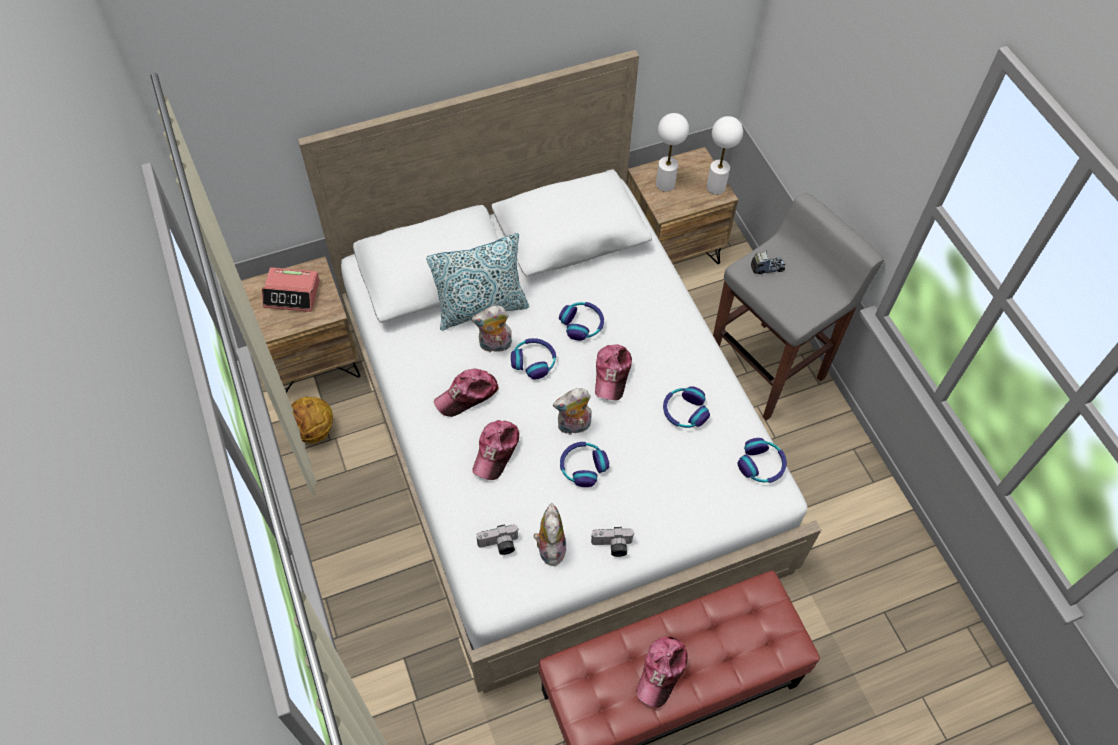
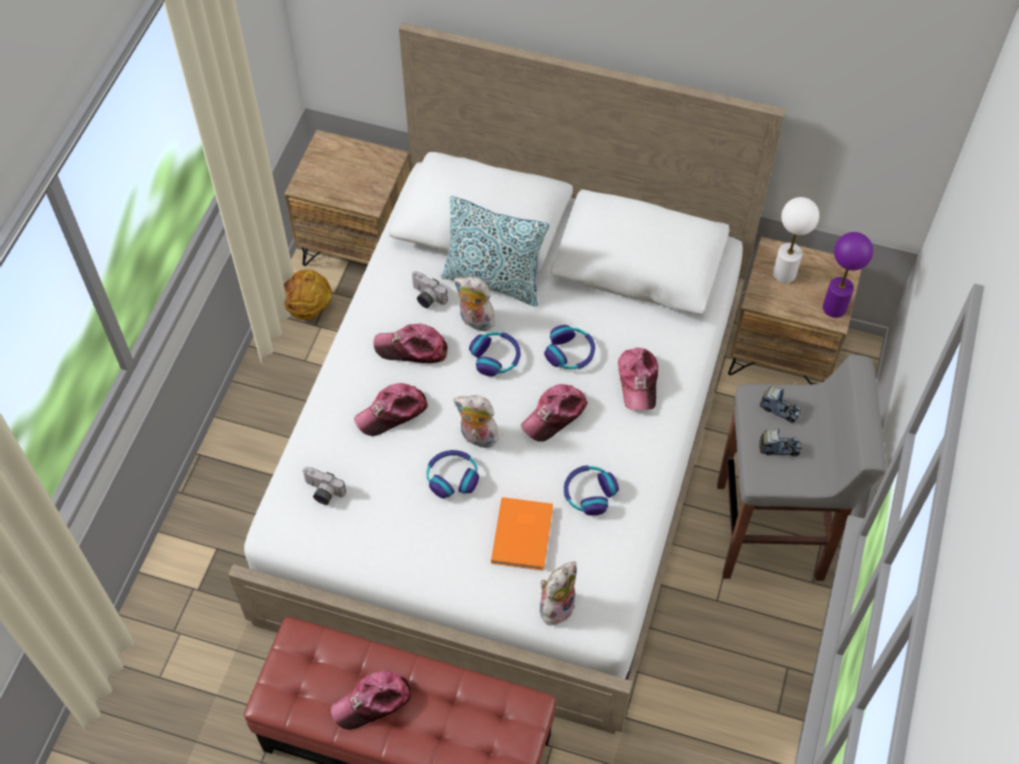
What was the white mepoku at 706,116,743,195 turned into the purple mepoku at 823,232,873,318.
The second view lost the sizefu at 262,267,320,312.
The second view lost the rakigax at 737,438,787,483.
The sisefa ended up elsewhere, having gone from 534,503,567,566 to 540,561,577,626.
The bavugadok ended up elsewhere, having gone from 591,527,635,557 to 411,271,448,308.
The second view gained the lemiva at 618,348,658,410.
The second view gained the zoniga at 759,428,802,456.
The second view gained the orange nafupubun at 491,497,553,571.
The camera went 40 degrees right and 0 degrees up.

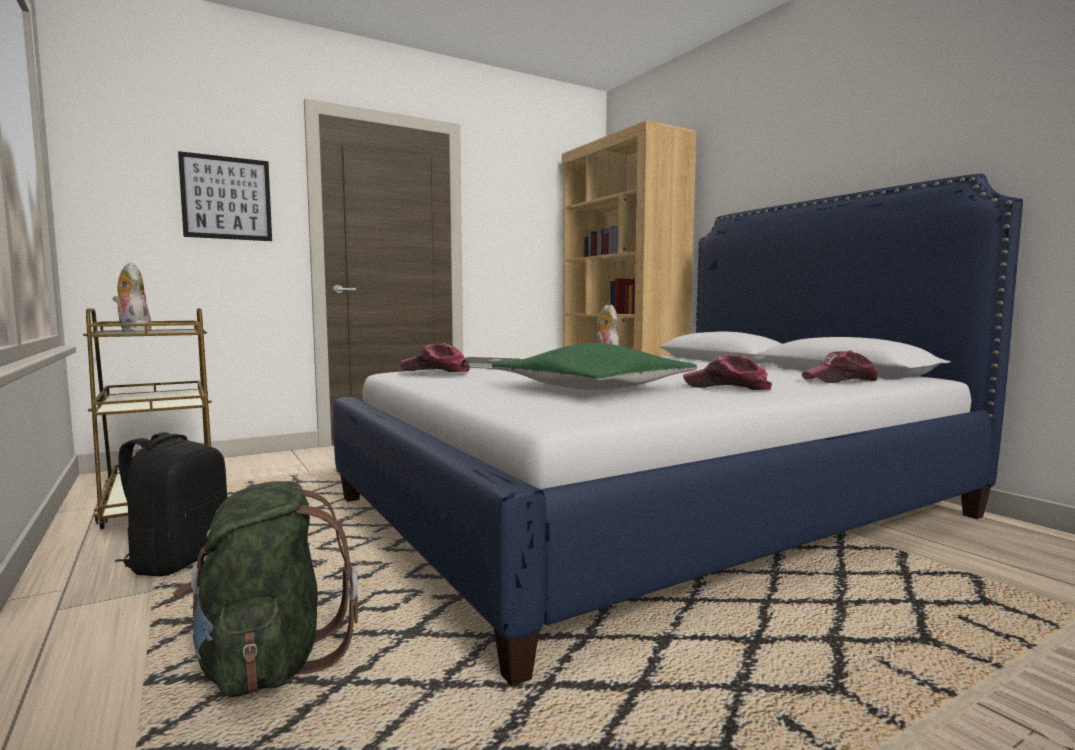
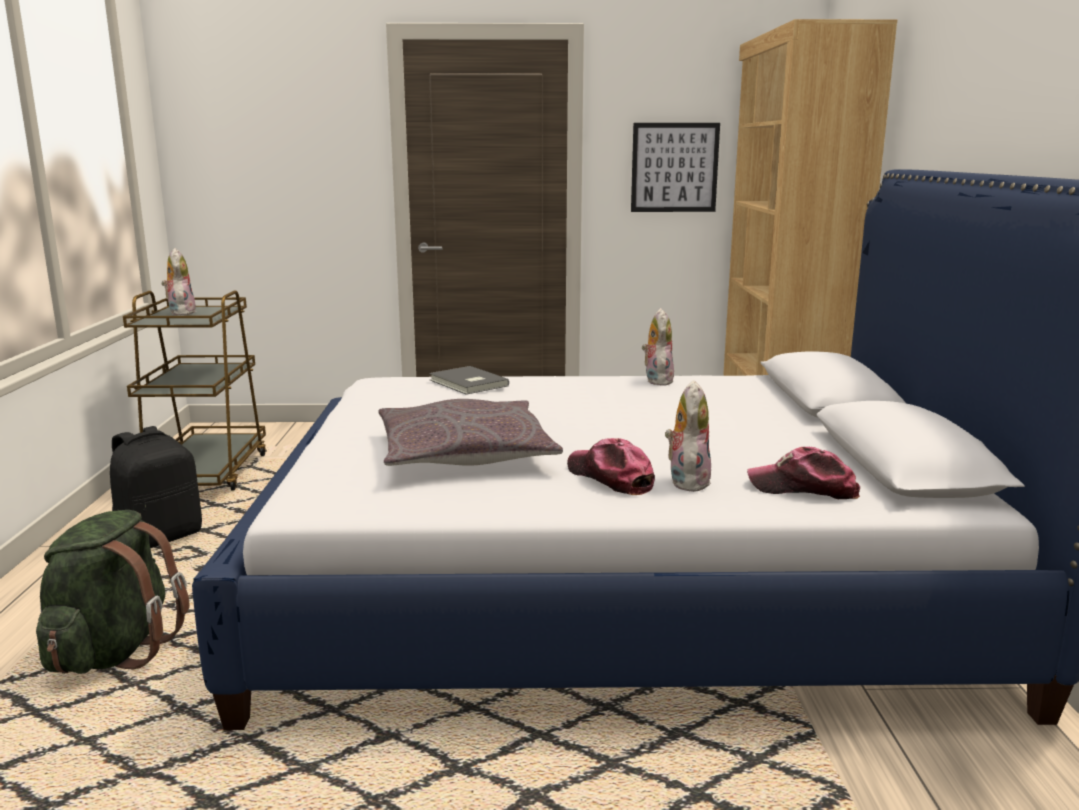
The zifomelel ended up elsewhere, having gone from 178,151,272,241 to 631,123,720,212.
The second view lost the lemiva at 400,343,470,372.
What was the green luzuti at 492,343,697,390 turned into the grey luzuti at 378,399,563,466.
The second view gained the sisefa at 665,380,711,492.
The camera went 30 degrees right and 10 degrees up.

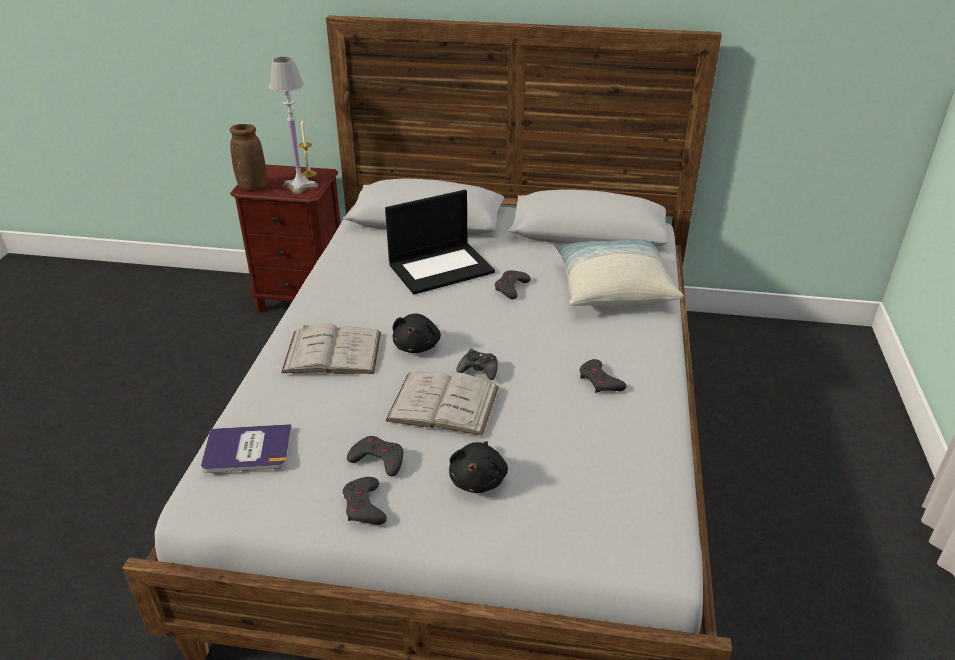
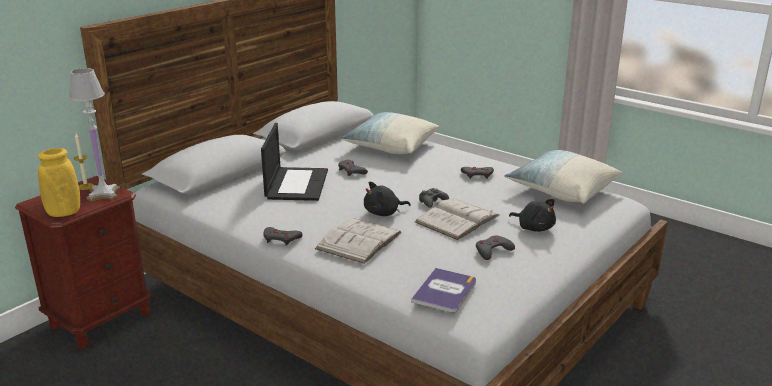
What was the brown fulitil at 230,124,267,191 turned into the yellow fulitil at 38,148,80,217.
The black sisefa at 393,313,441,353 ended up facing another way, 120 degrees clockwise from before.
The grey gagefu ended up elsewhere, having gone from 343,477,387,525 to 263,227,303,246.
The second view gained the luzuti at 504,150,622,203.
The camera went 60 degrees left and 10 degrees down.

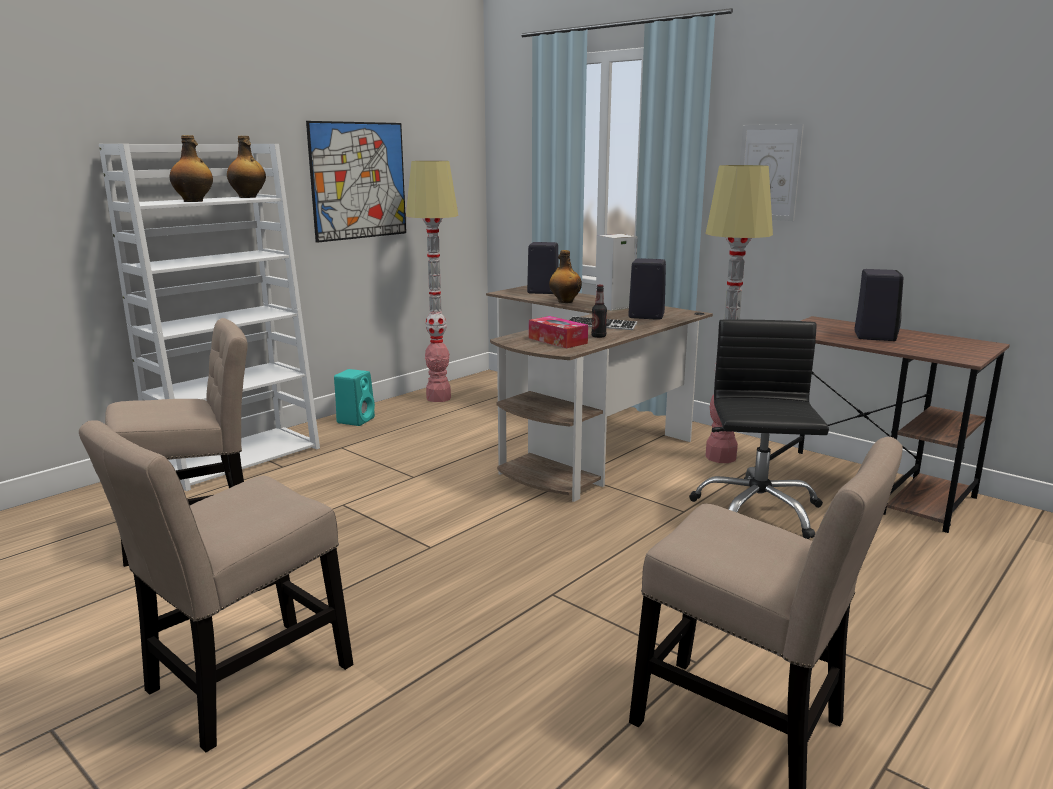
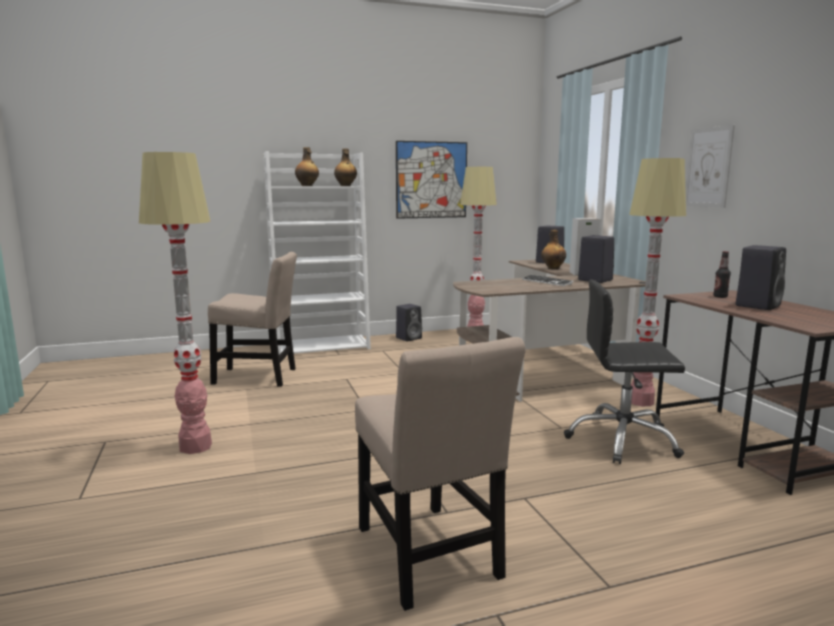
The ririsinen ended up elsewhere, having gone from 591,285,607,338 to 713,251,731,298.
The second view lost the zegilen at 529,316,588,348.
The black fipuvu at 689,319,829,539 ended up facing another way, 120 degrees counterclockwise from before.
What was the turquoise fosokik at 334,369,375,426 turned into the black fosokik at 396,304,422,341.
Where the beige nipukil stood at 79,420,353,752, the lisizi came to stand at 139,152,212,454.
The camera went 30 degrees right and 5 degrees down.

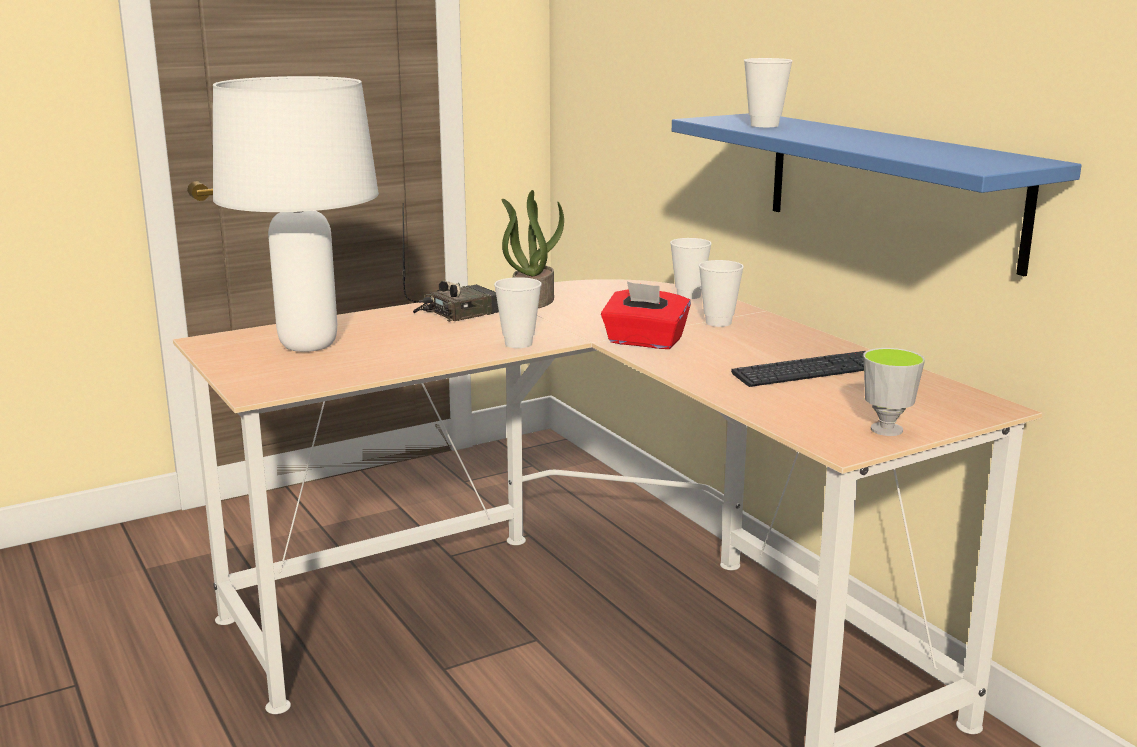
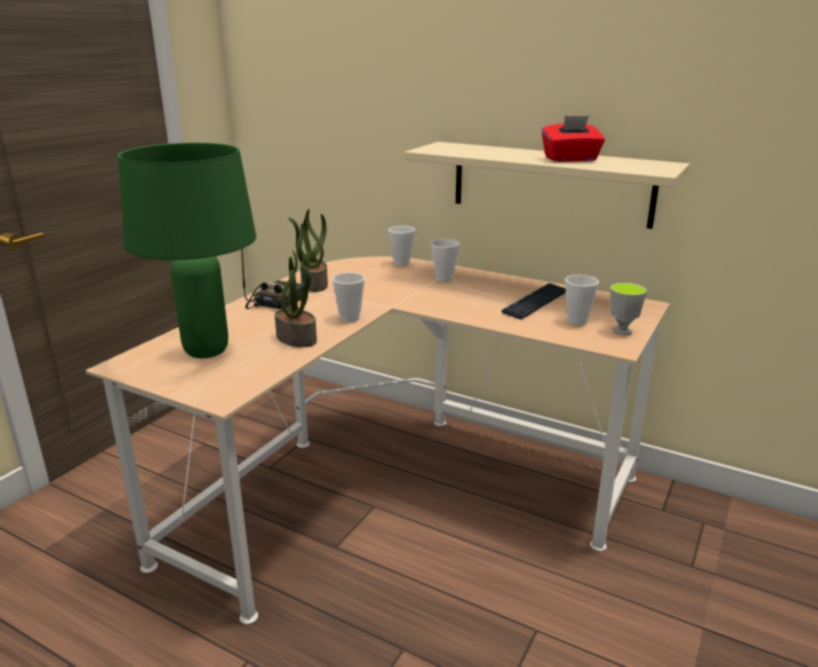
The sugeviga ended up elsewhere, having gone from 744,58,793,127 to 565,275,599,325.
What was the white mepoku at 213,76,379,352 turned into the green mepoku at 118,143,256,358.
What was the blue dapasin at 672,113,1082,276 turned into the beige dapasin at 405,142,690,229.
The red zegilen ended up elsewhere, having gone from 601,282,691,349 to 542,116,605,162.
The second view gained the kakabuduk at 275,250,317,347.
The camera went 30 degrees left and 5 degrees up.

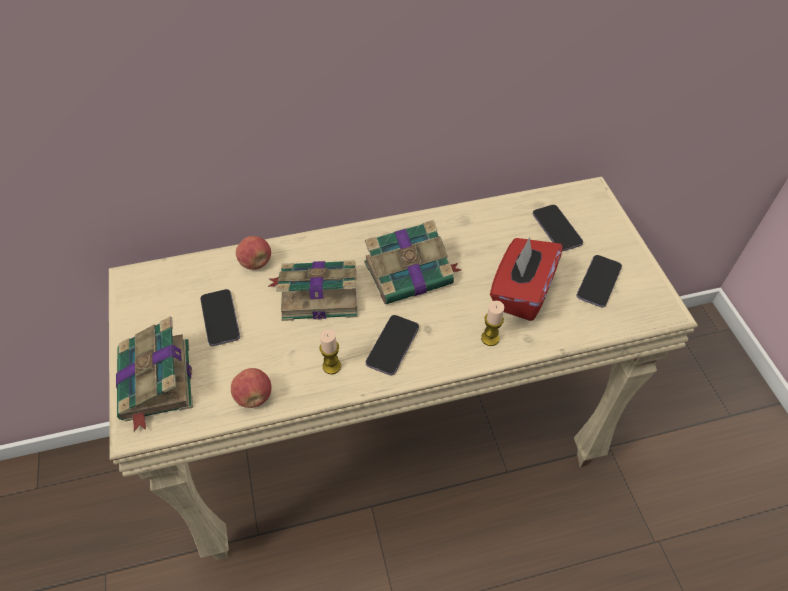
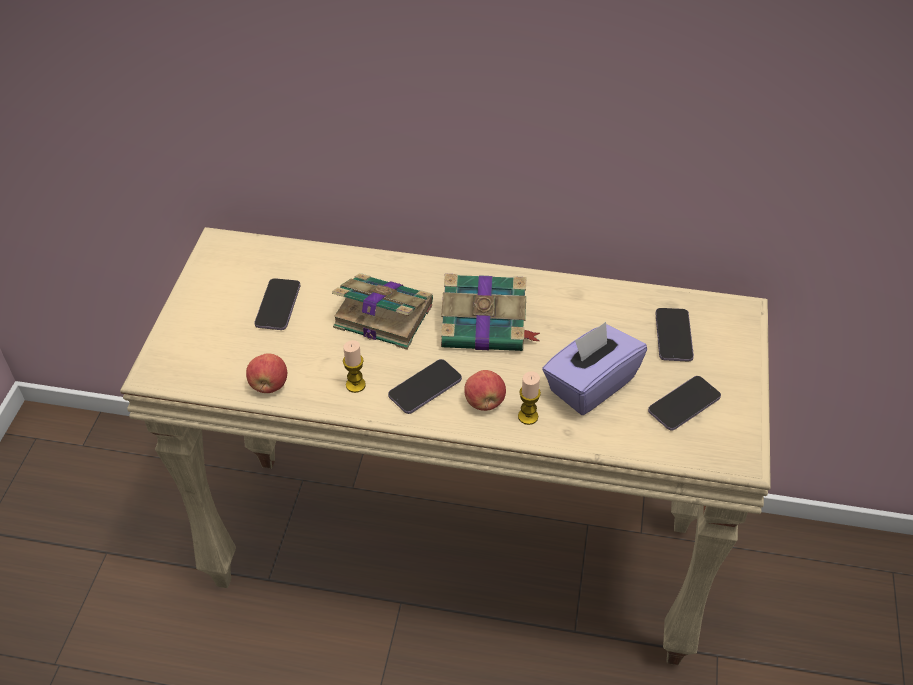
The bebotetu ended up elsewhere, having gone from 236,236,271,270 to 464,370,506,411.
What was the red zegilen at 490,237,563,321 turned into the purple zegilen at 542,322,647,415.
The second view lost the nafupubun at 116,317,193,432.
The camera went 25 degrees right and 5 degrees down.

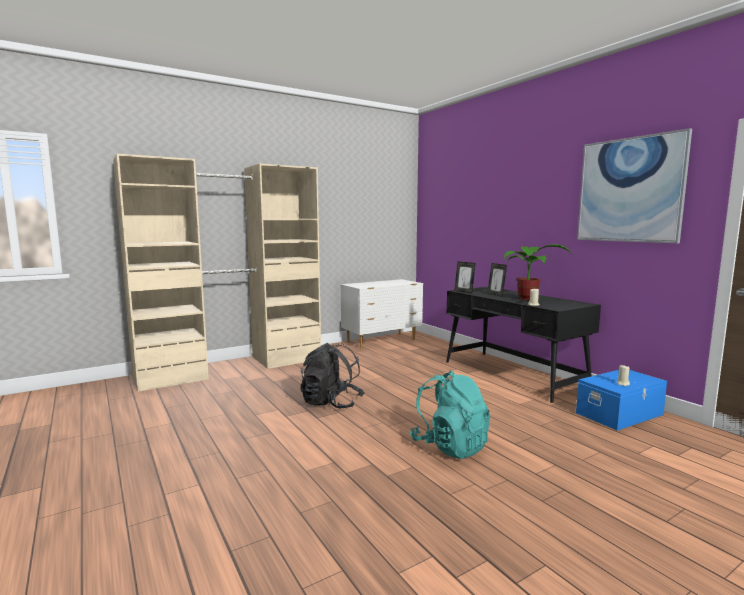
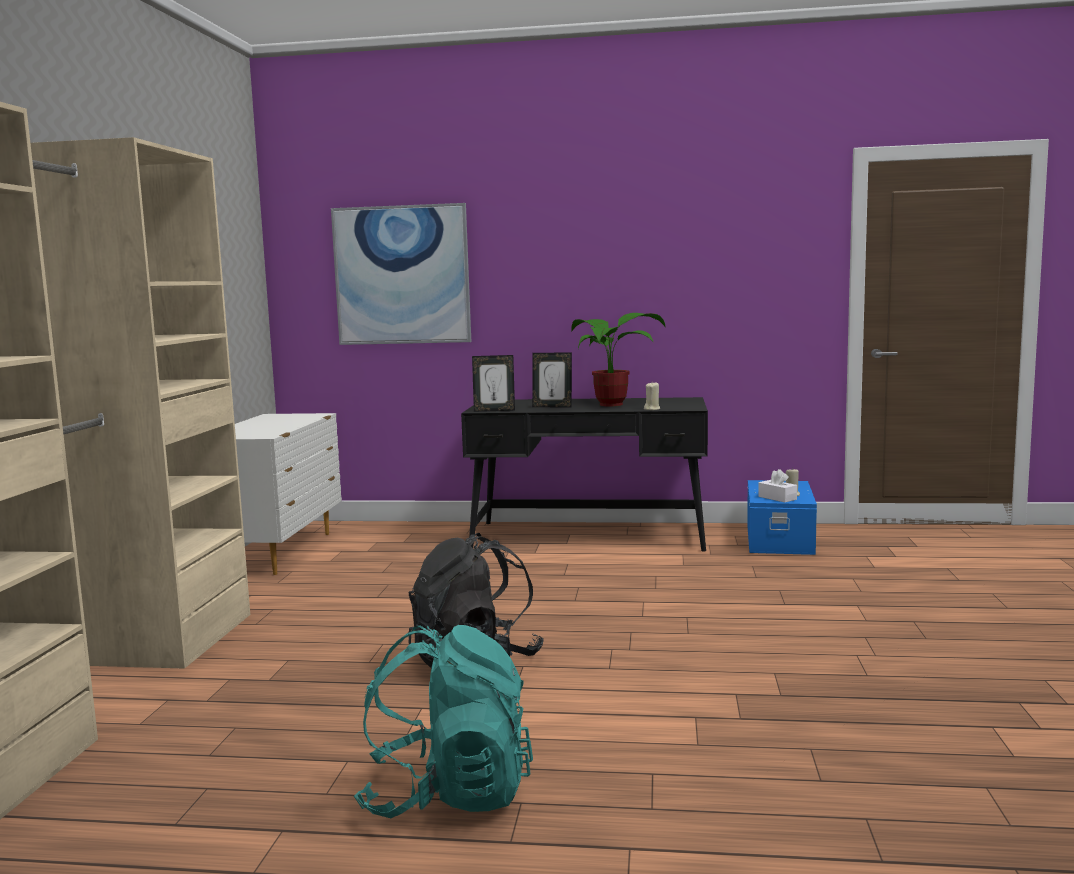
The zifomelel ended up elsewhere, having gone from 577,128,692,243 to 331,203,471,345.
The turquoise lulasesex ended up elsewhere, having gone from 410,371,490,459 to 354,625,533,818.
The second view gained the white zegilen at 758,469,797,502.
The camera went 50 degrees left and 0 degrees up.

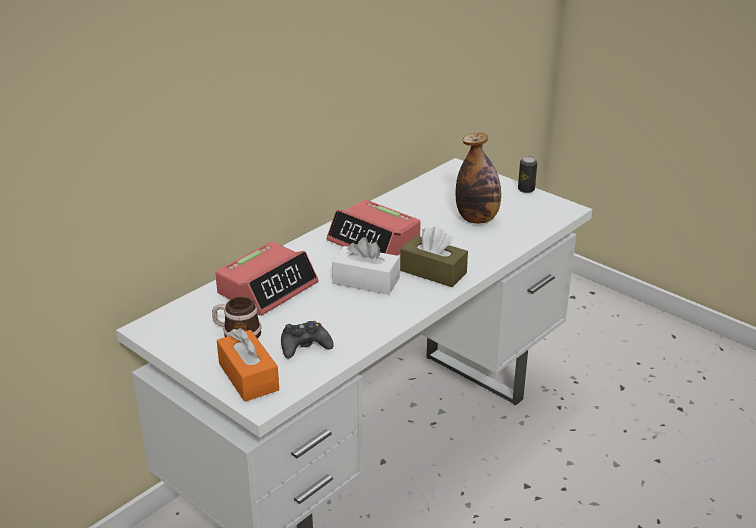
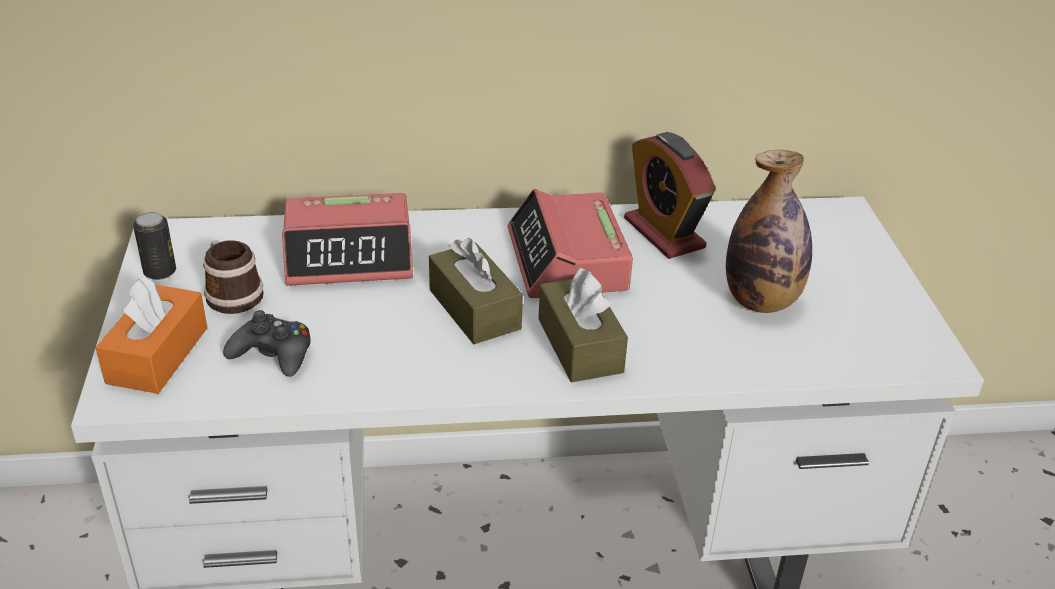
The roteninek ended up elsewhere, having gone from 518,156,537,193 to 133,212,176,280.
What was the white zegilen at 332,237,400,294 turned into the brown zegilen at 429,238,523,344.
The second view gained the sizefu at 624,132,715,259.
The camera went 40 degrees right and 5 degrees up.

